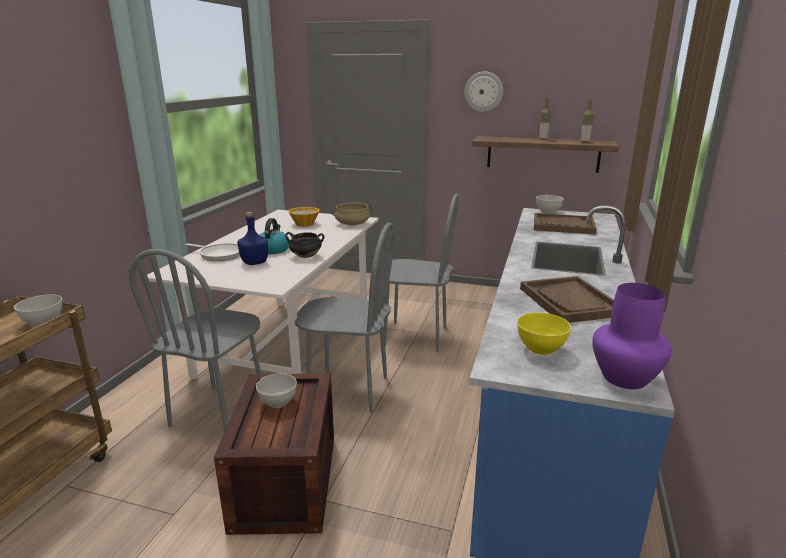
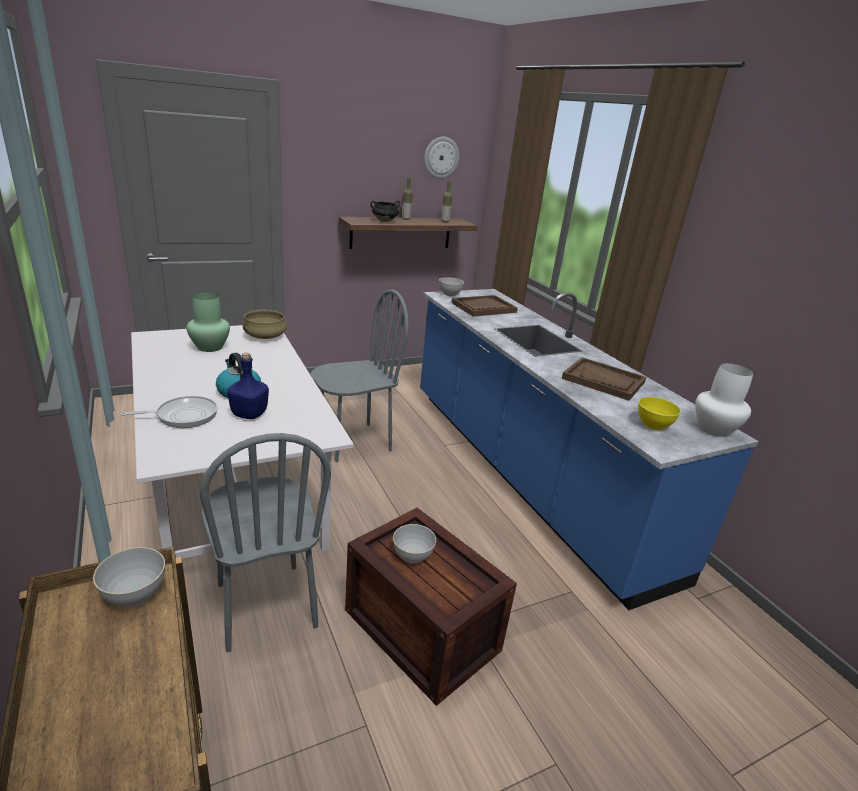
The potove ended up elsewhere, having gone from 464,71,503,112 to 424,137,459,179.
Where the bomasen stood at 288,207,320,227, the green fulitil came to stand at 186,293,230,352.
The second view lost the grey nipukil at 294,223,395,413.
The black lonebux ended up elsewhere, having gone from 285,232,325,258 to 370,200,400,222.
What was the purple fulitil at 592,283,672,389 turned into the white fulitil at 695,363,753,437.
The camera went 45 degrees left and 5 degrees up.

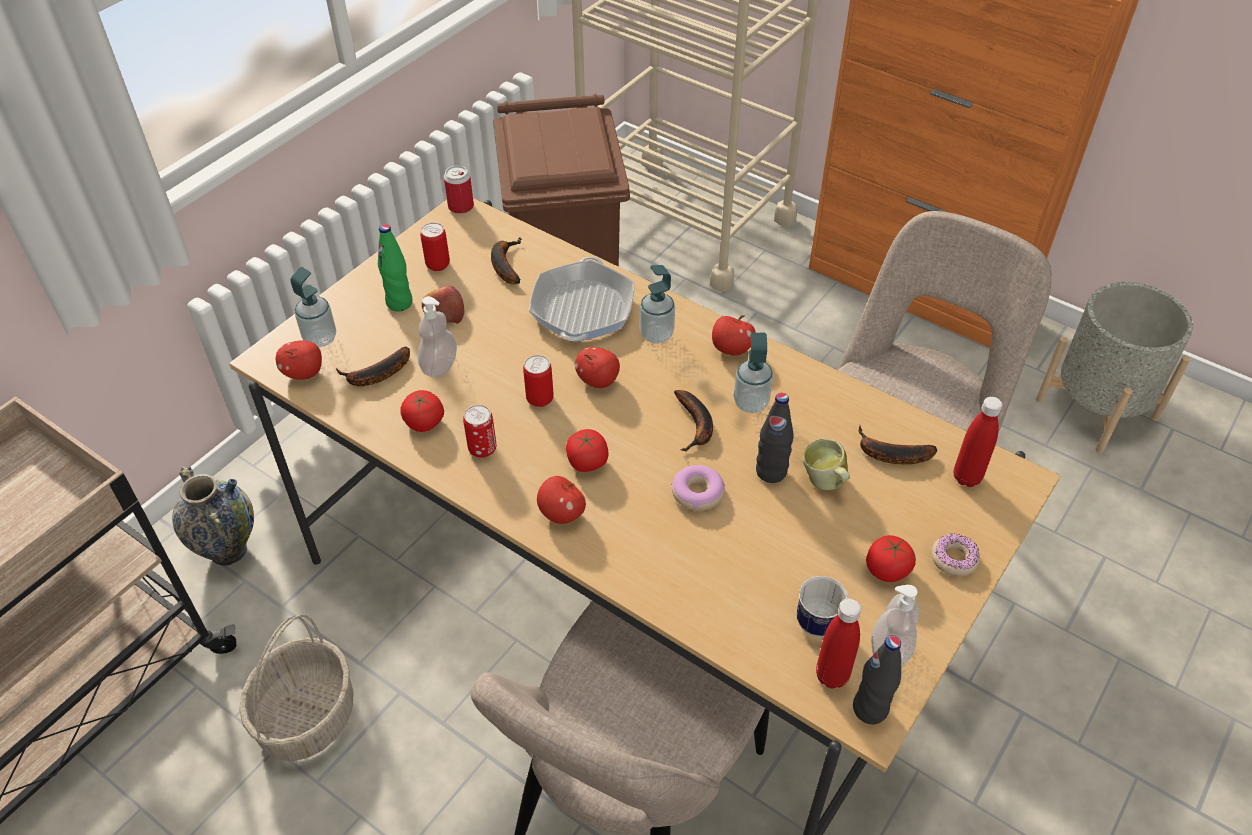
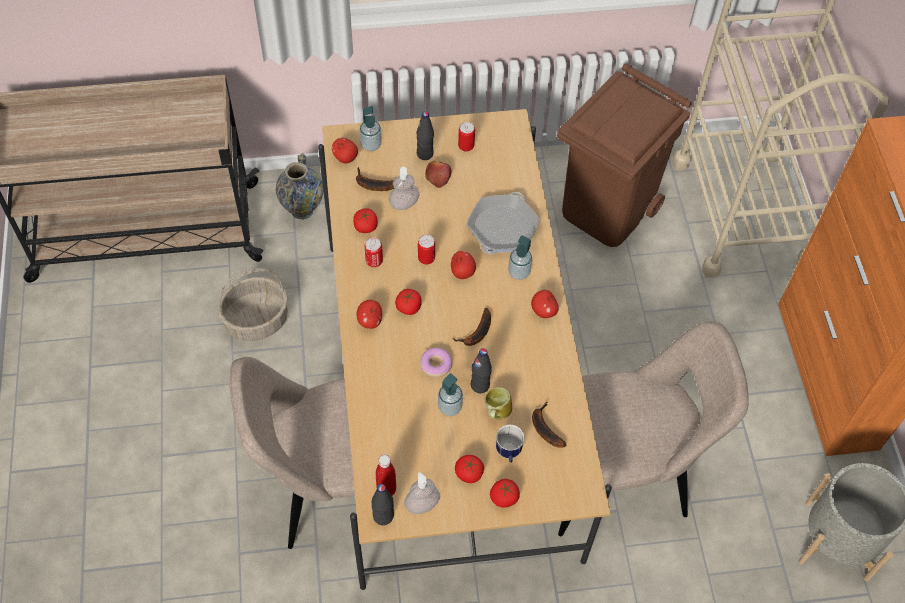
The second view lost the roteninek at 444,165,474,214.
What was the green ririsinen at 378,224,412,312 turned into the black ririsinen at 417,111,434,160.
The second view lost the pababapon at 491,238,522,284.
The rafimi at 529,257,634,342 ended up facing another way, 150 degrees clockwise from before.
The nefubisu ended up elsewhere, having gone from 734,333,773,413 to 438,373,463,416.
The second view lost the red ririsinen at 954,396,1003,487.
Where the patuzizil stood at 931,534,980,577, the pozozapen came to stand at 490,479,520,508.
The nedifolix ended up elsewhere, having gone from 797,576,848,637 to 496,425,524,463.
The camera went 45 degrees right and 10 degrees up.

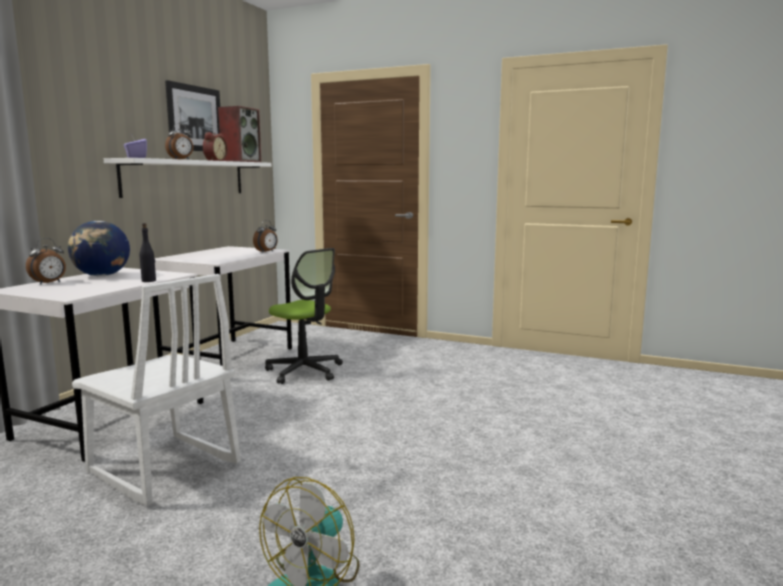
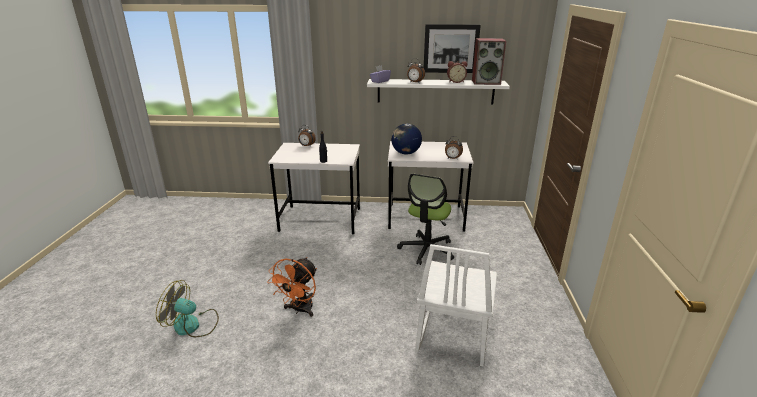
The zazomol ended up elsewhere, having gone from 68,221,130,276 to 391,124,422,155.
The white nipukil ended up elsewhere, having gone from 72,274,241,506 to 415,244,497,367.
The second view gained the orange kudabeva at 267,257,317,317.
The camera went 70 degrees right and 15 degrees up.

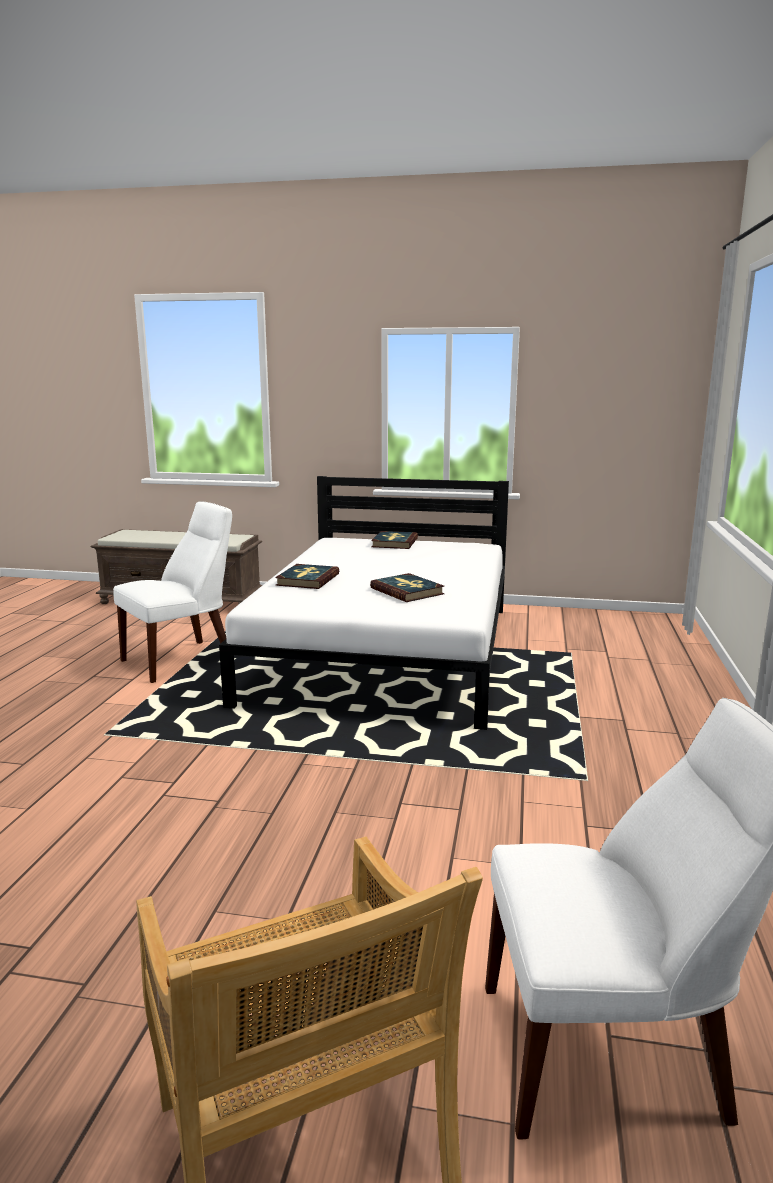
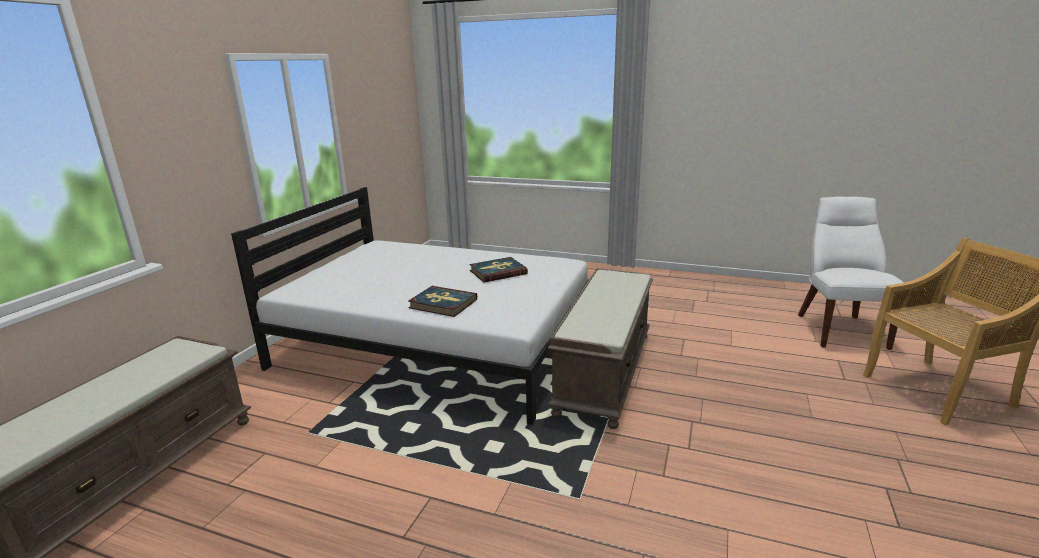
The second view lost the white nipukil at 113,501,232,683.
The second view lost the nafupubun at 371,531,418,549.
The second view gained the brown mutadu at 548,268,653,429.
The camera went 80 degrees left and 5 degrees up.

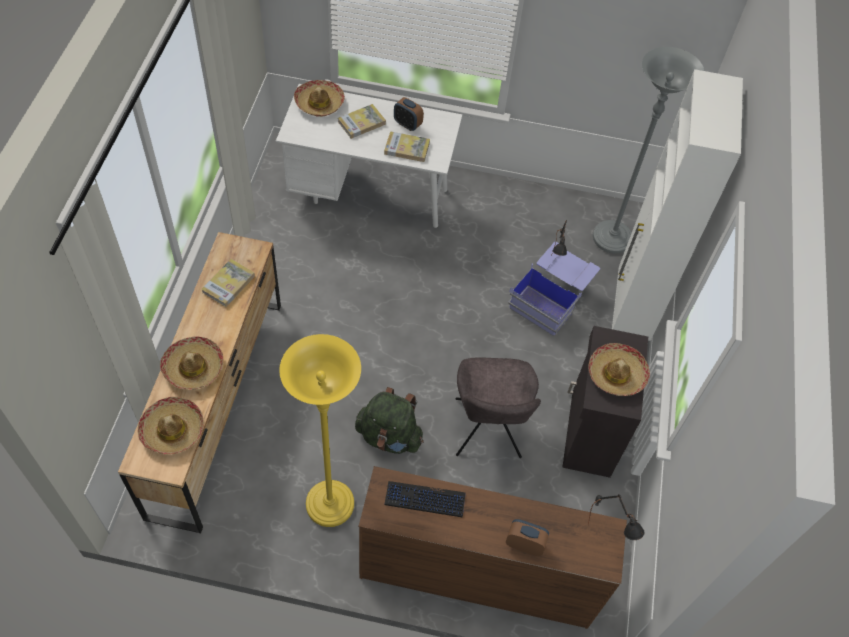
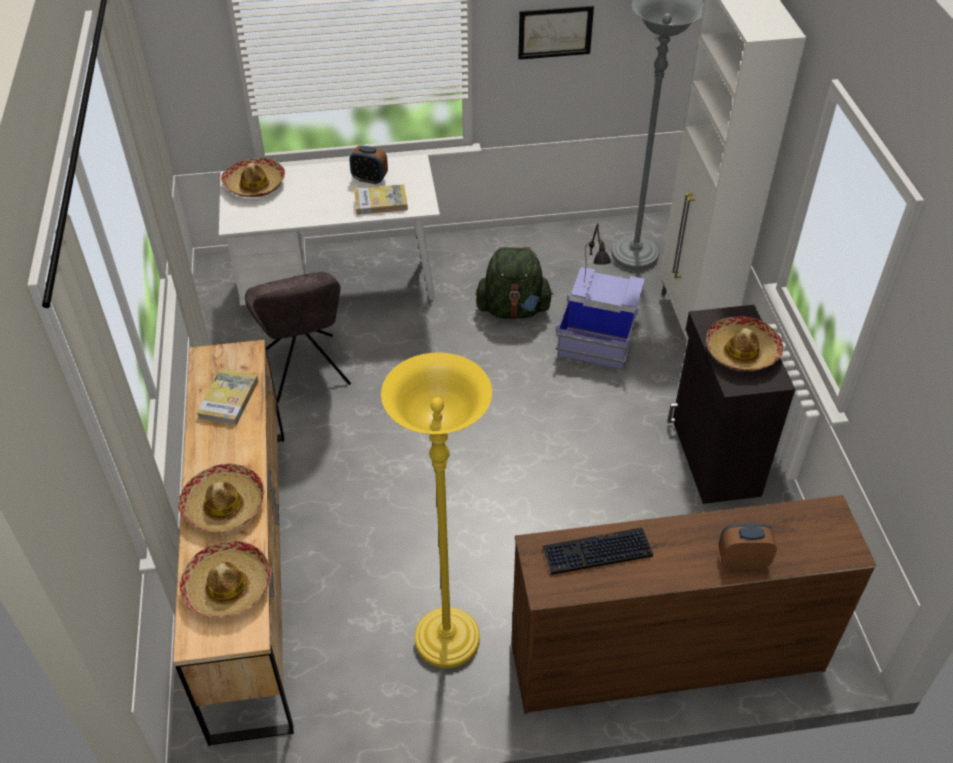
The second view lost the nafupubun at 338,104,386,139.
The grey nipukil ended up elsewhere, having gone from 455,357,541,458 to 245,272,351,403.
The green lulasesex ended up elsewhere, having gone from 355,387,424,454 to 476,247,554,319.
The second view lost the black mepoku at 588,494,644,540.
The second view gained the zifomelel at 518,5,594,60.
The camera went 15 degrees left and 10 degrees down.

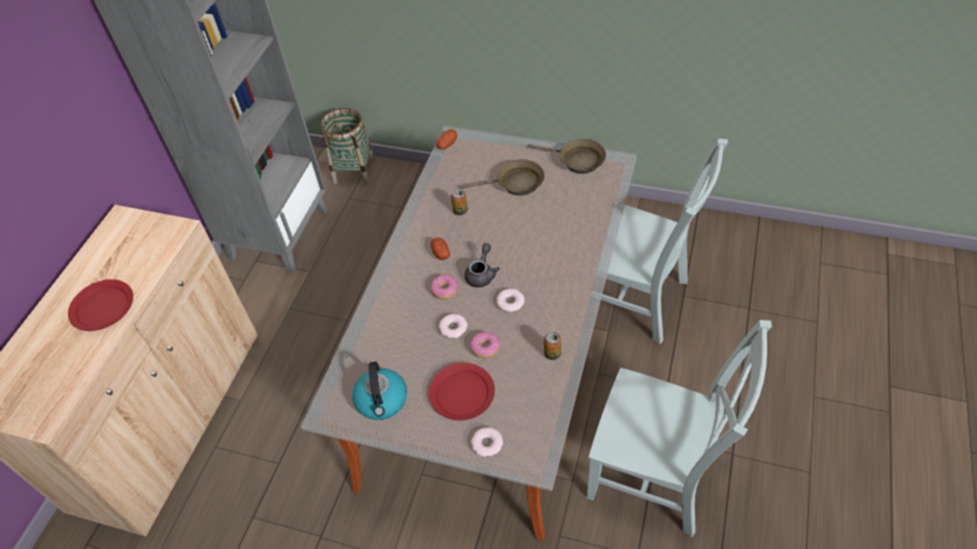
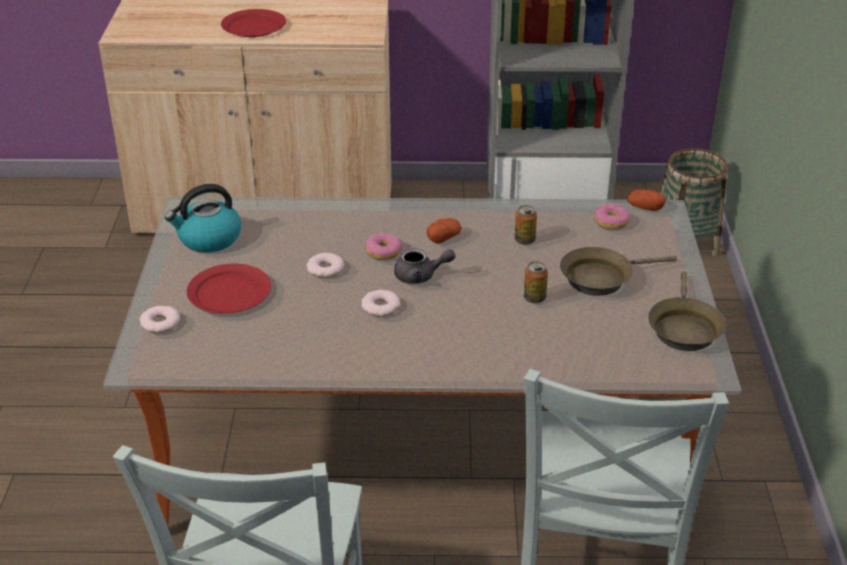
The brown rafimi at 461,159,544,196 ended up facing another way, 90 degrees clockwise from before.
The roteninek ended up elsewhere, having gone from 544,331,561,360 to 524,261,548,303.
The patuzizil ended up elsewhere, having gone from 470,332,500,359 to 594,203,630,230.
The camera went 70 degrees right and 15 degrees down.

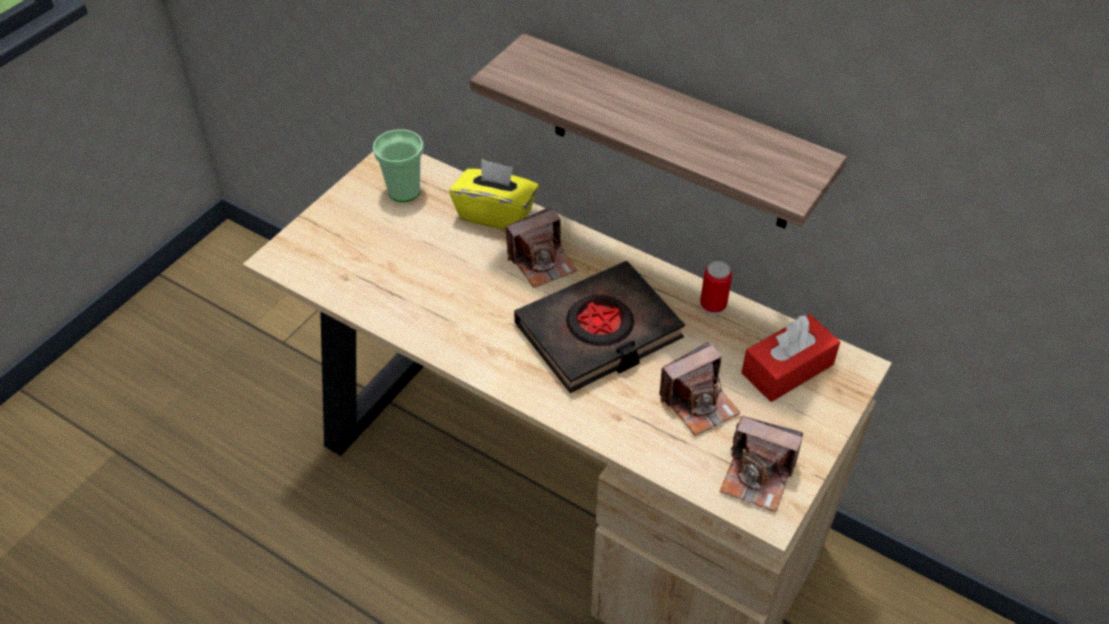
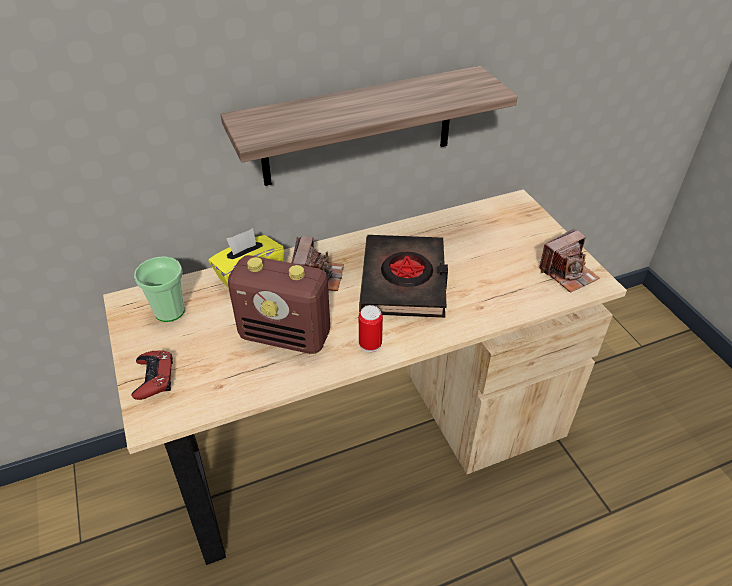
The roteninek ended up elsewhere, having gone from 700,261,732,315 to 359,305,383,353.
The second view lost the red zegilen at 741,314,840,402.
The second view lost the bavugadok at 659,342,741,436.
The second view gained the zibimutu at 228,255,330,354.
The second view gained the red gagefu at 132,350,173,400.
The camera went 55 degrees left and 5 degrees down.

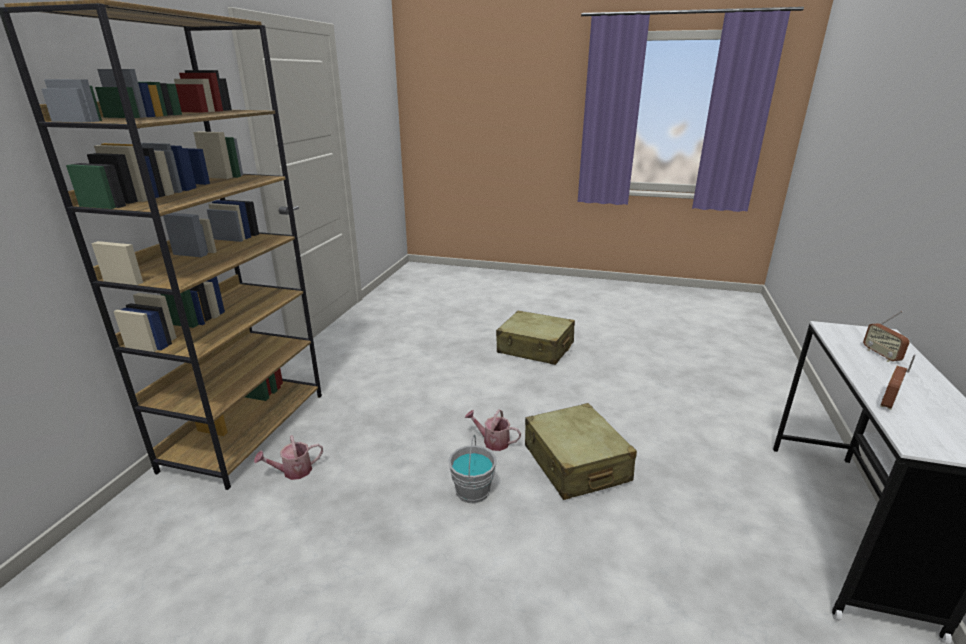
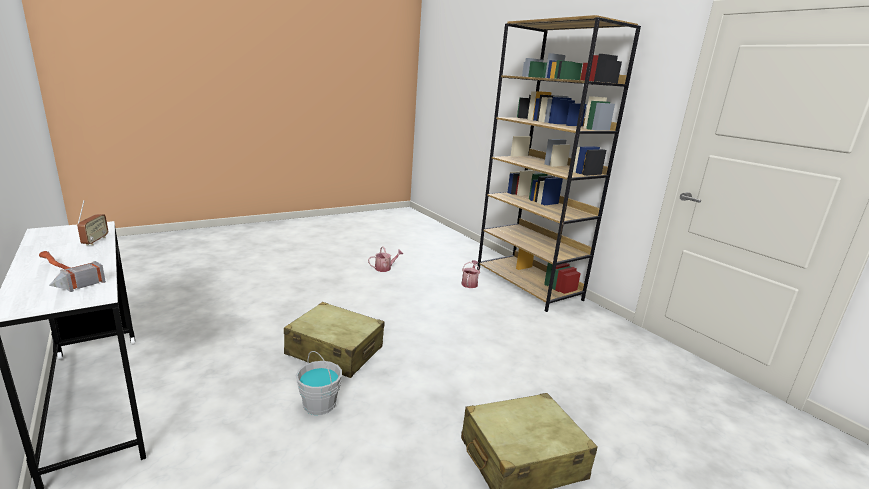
Where the zibimutu stood at 863,311,910,362, the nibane came to stand at 39,251,106,292.
The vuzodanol ended up elsewhere, having gone from 465,410,521,451 to 368,246,403,272.
The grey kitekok ended up elsewhere, having gone from 448,435,496,503 to 296,351,342,415.
The camera went 130 degrees right and 5 degrees down.

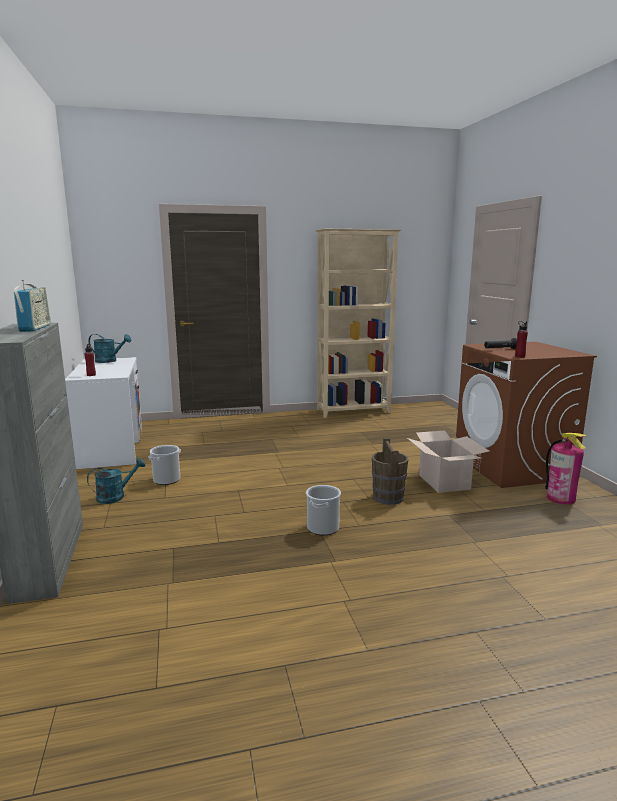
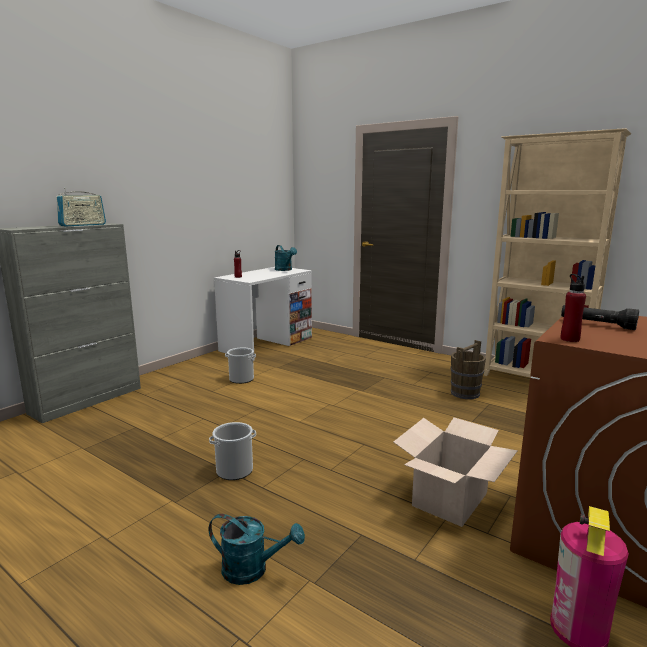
The brown kitekok ended up elsewhere, having gone from 372,438,408,505 to 451,340,486,399.
The turquoise vuzodanol ended up elsewhere, having gone from 87,458,145,504 to 209,514,305,585.
The camera went 50 degrees right and 0 degrees up.

